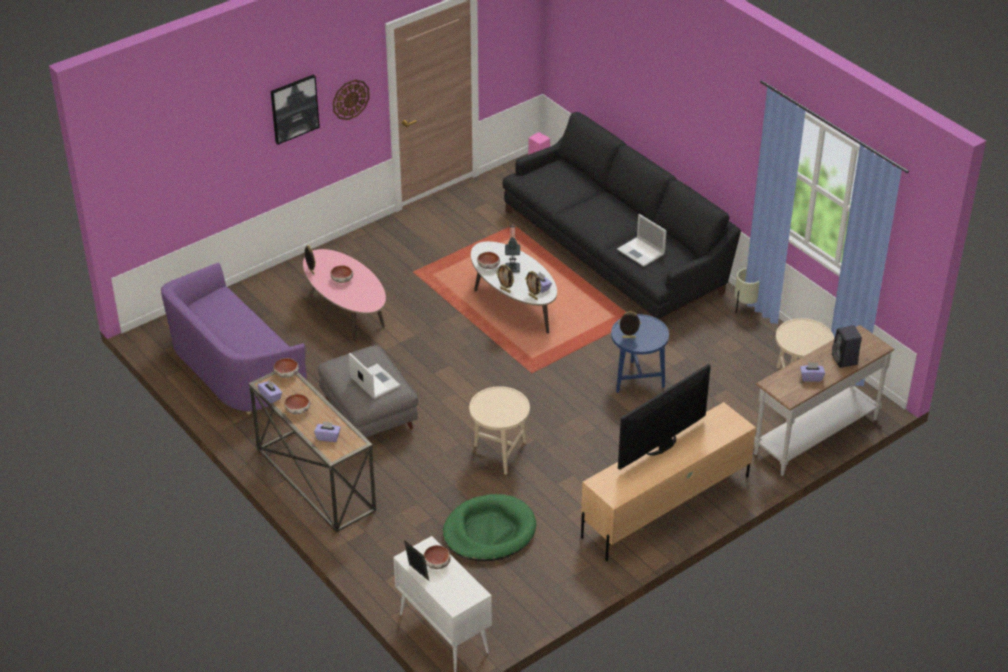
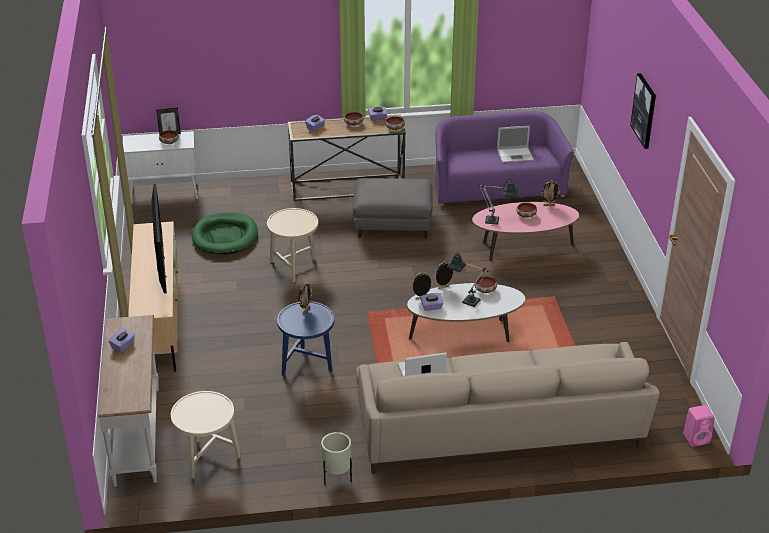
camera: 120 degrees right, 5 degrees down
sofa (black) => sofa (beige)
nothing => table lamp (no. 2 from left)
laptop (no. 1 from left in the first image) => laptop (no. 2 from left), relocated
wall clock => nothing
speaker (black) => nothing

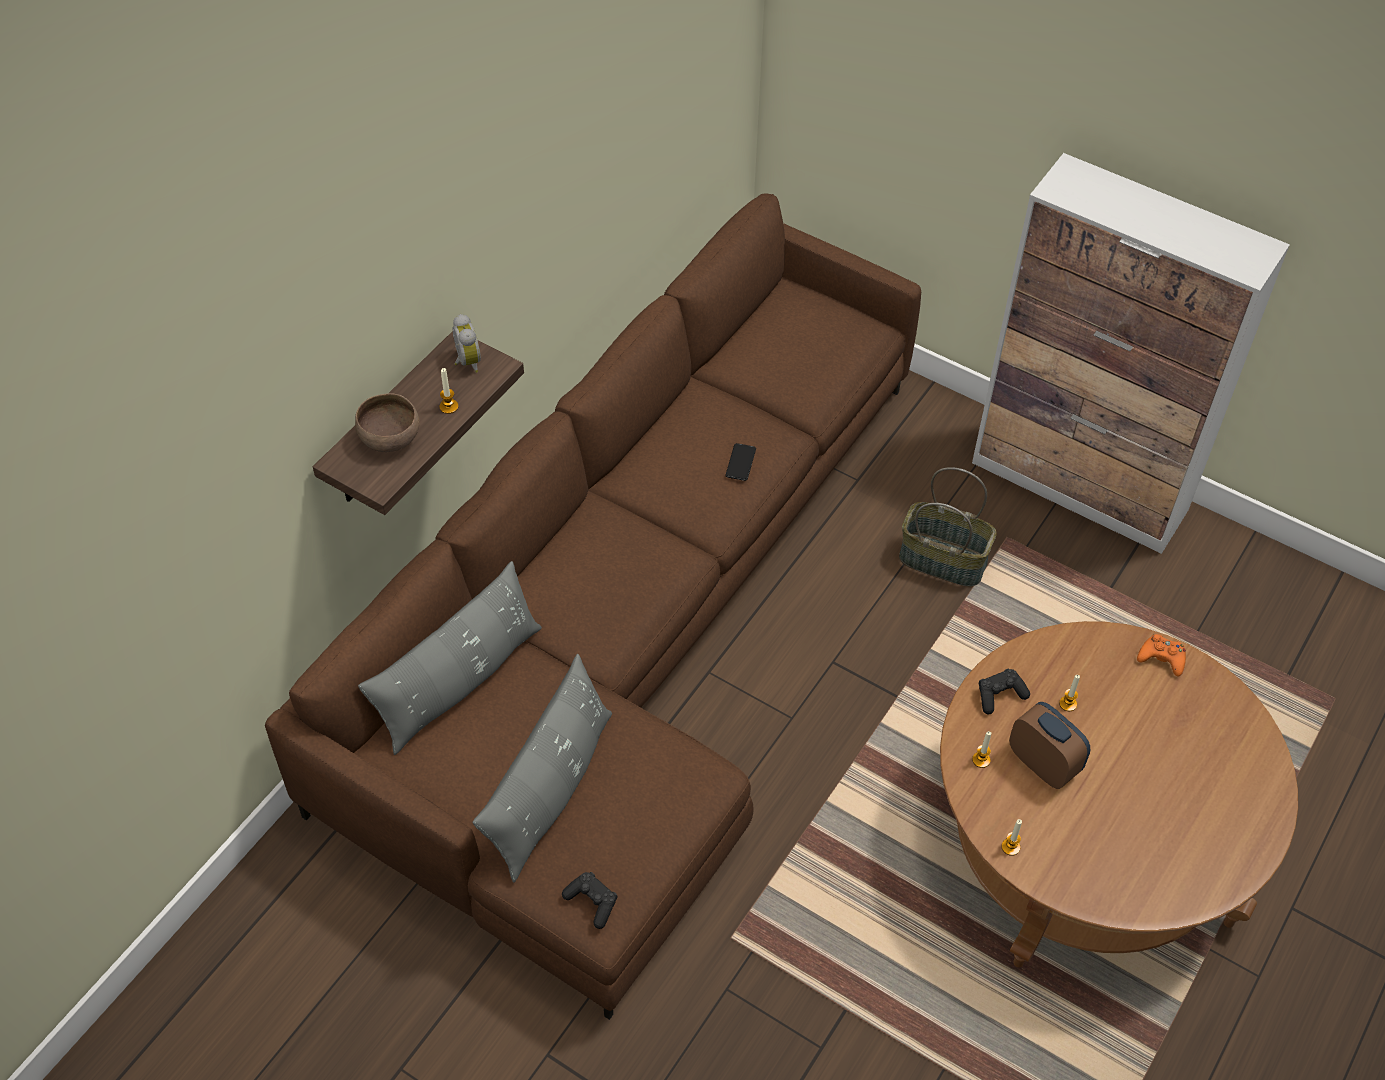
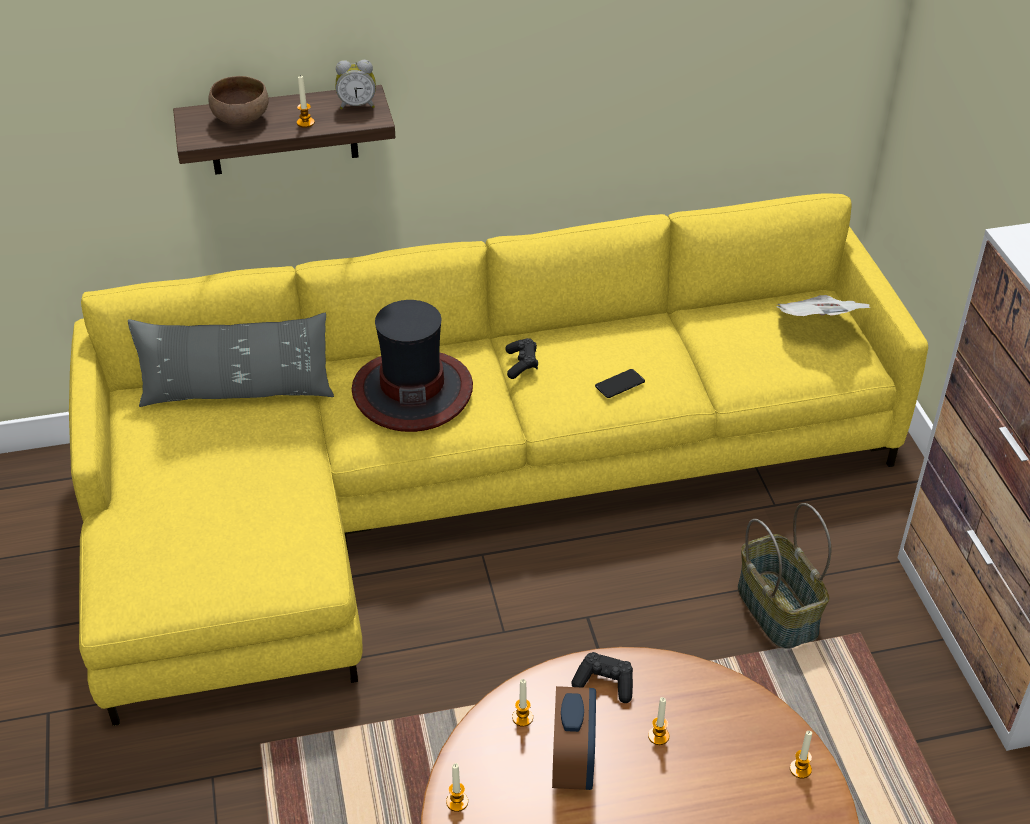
camera: 45 degrees right, 10 degrees down
sofa (brown) => sofa (yellow)
alarm clock (no. 1 from left), 60 degrees clockwise
nothing => hat
game controller (black) (no. 1 from left), relocated
nothing => newspaper
game controller (orange) => candle (no. 5 from left)
pillow (grey) (no. 2 from left) => nothing

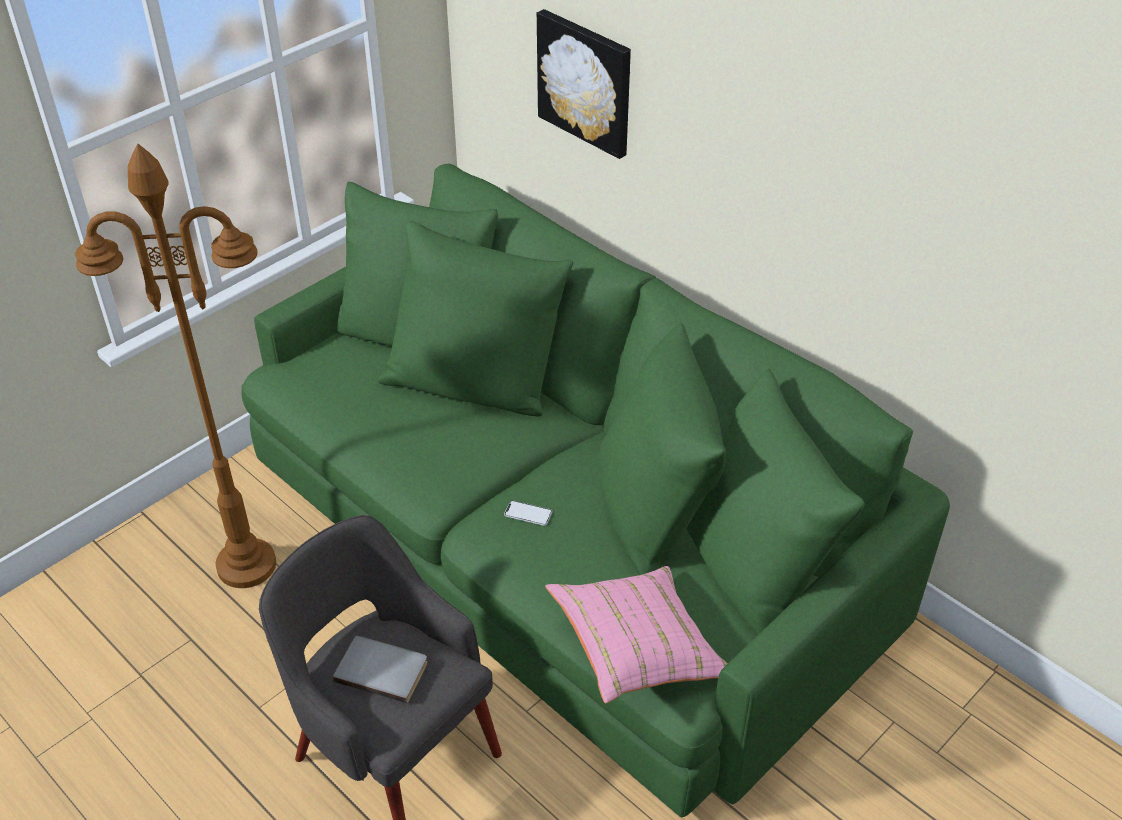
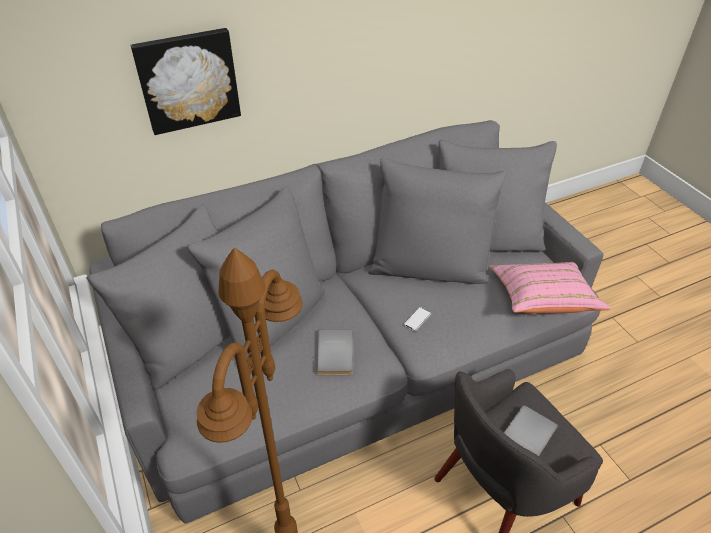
camera: 70 degrees left, 0 degrees up
sofa (green) => sofa (grey)
nothing => book (grey) (no. 1 from left)

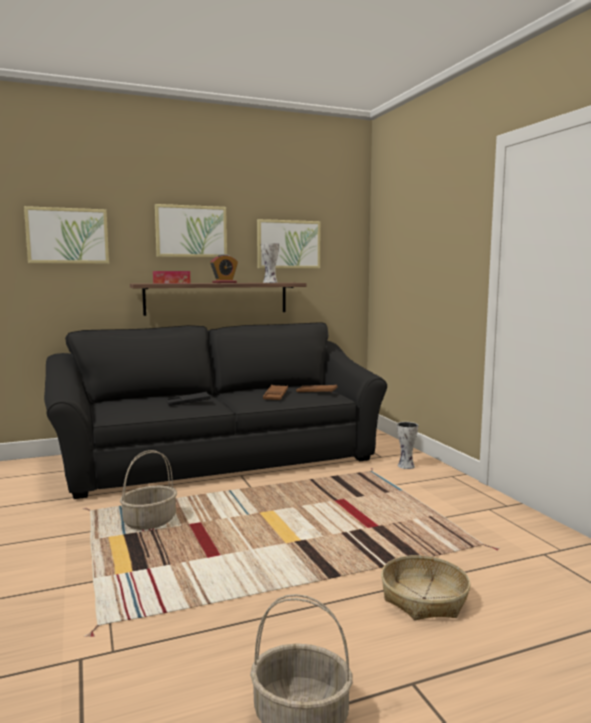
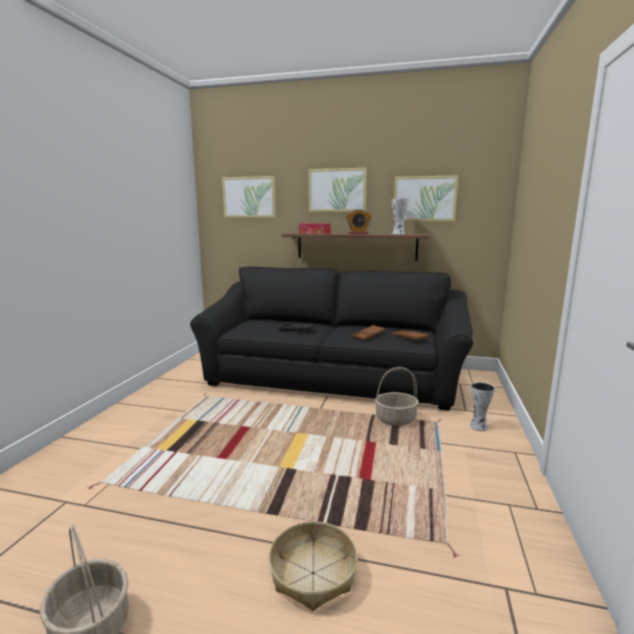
camera: 35 degrees right, 5 degrees up
basket (no. 1 from left in the first image) => basket (no. 3 from left), relocated

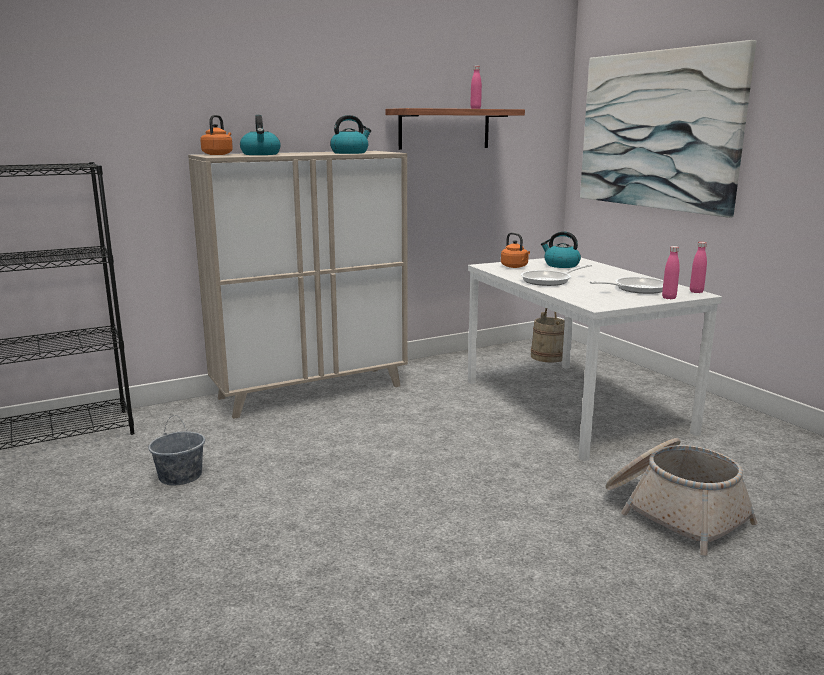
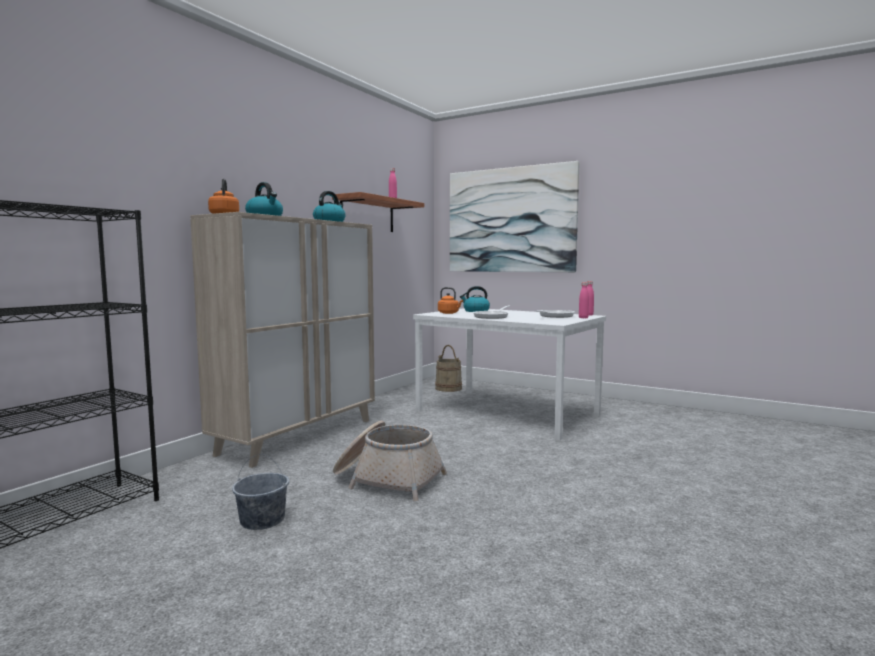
camera: 30 degrees left, 10 degrees down
basket, relocated

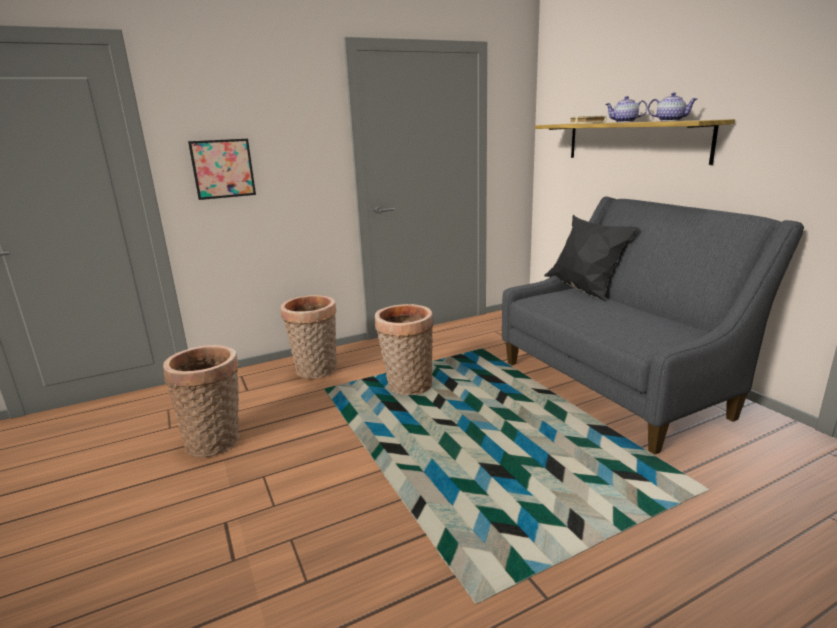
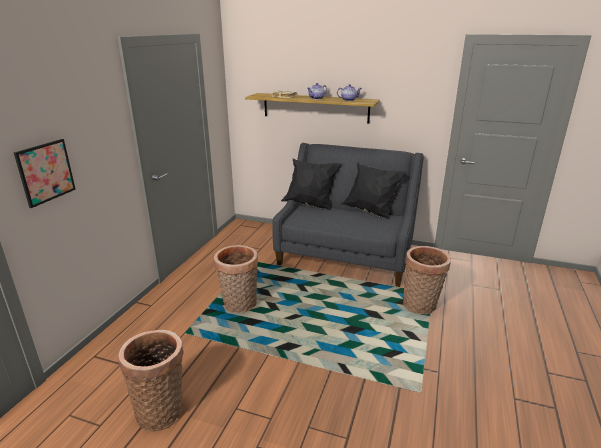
camera: 45 degrees left, 5 degrees up
nothing => pillow (black) (no. 2 from left)
basket (no. 2 from left in the first image) => basket (no. 3 from left), relocated

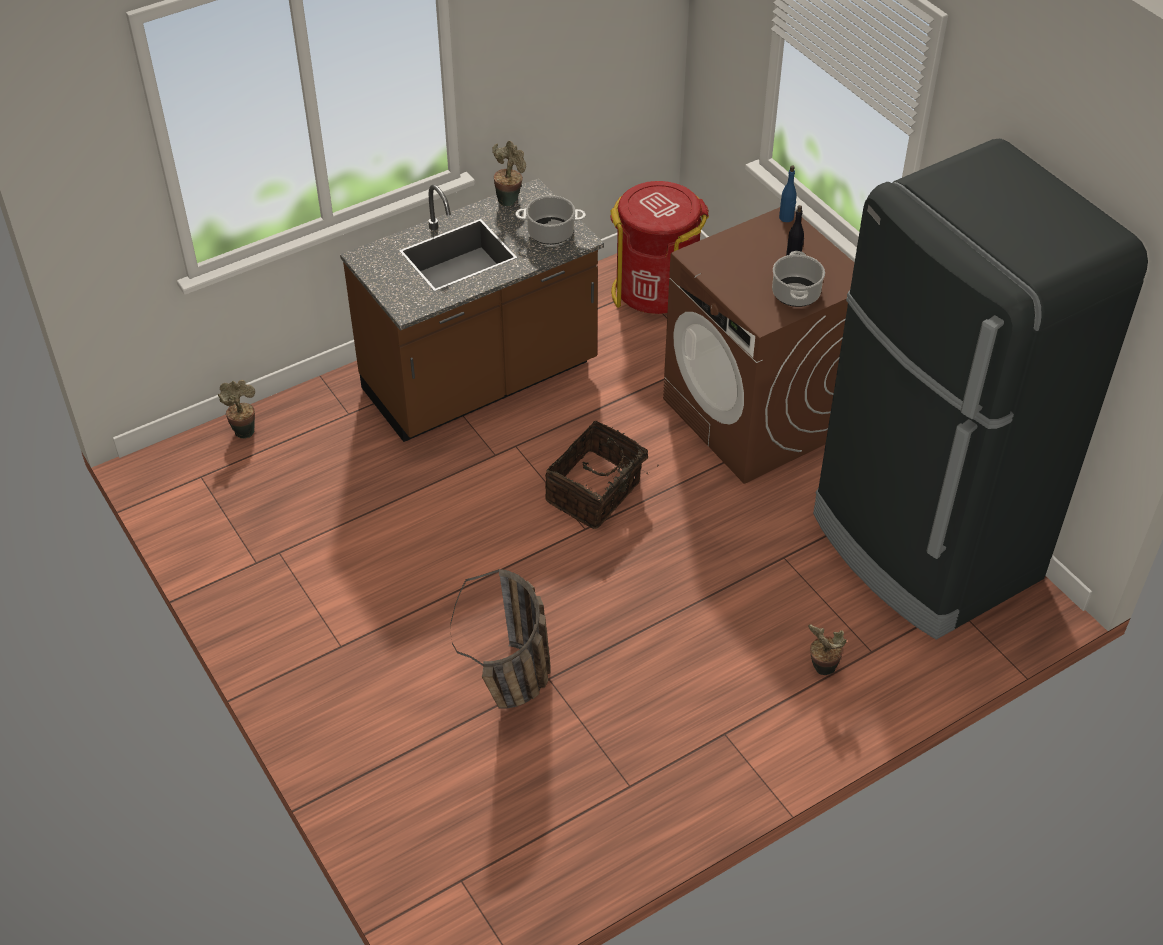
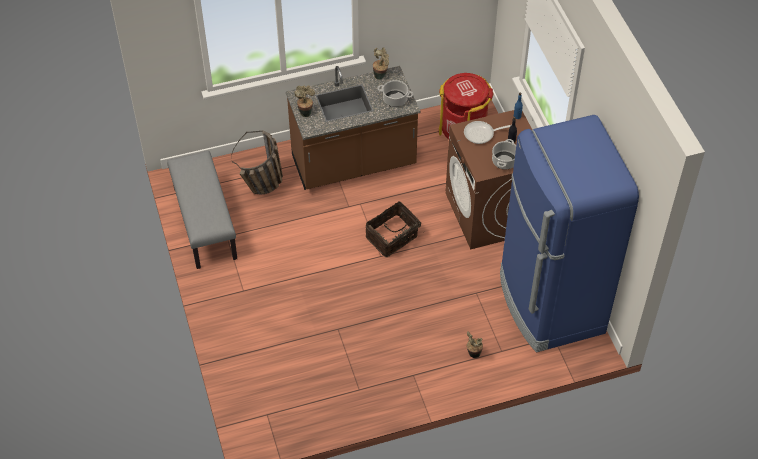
camera: 15 degrees right, 5 degrees up
nothing => bench (grey)
basket (no. 1 from left), relocated
potted plant (no. 1 from left), relocated
nothing => frying pan
fridge (black) => fridge (blue)

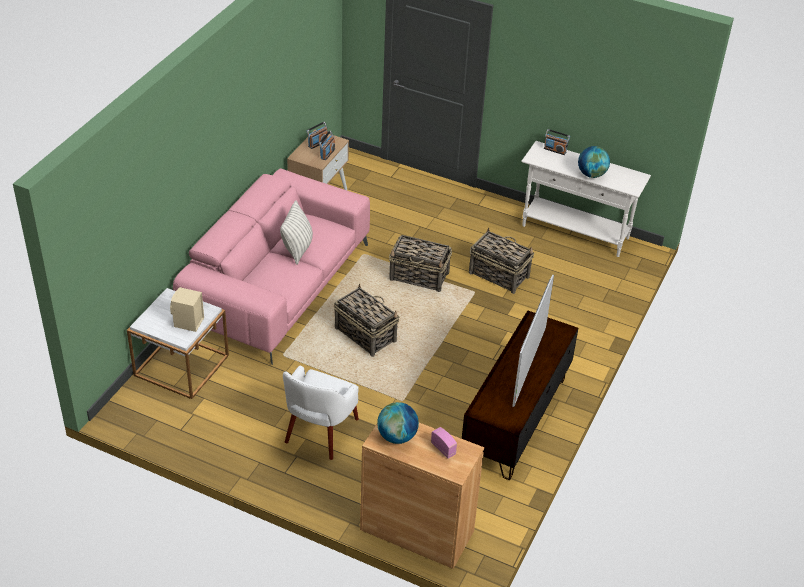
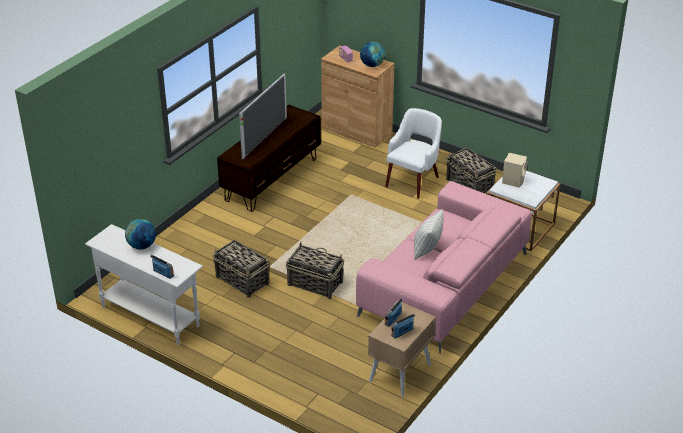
camera: 170 degrees left, 5 degrees down
basket (no. 1 from left in the first image) => basket (no. 3 from left), relocated

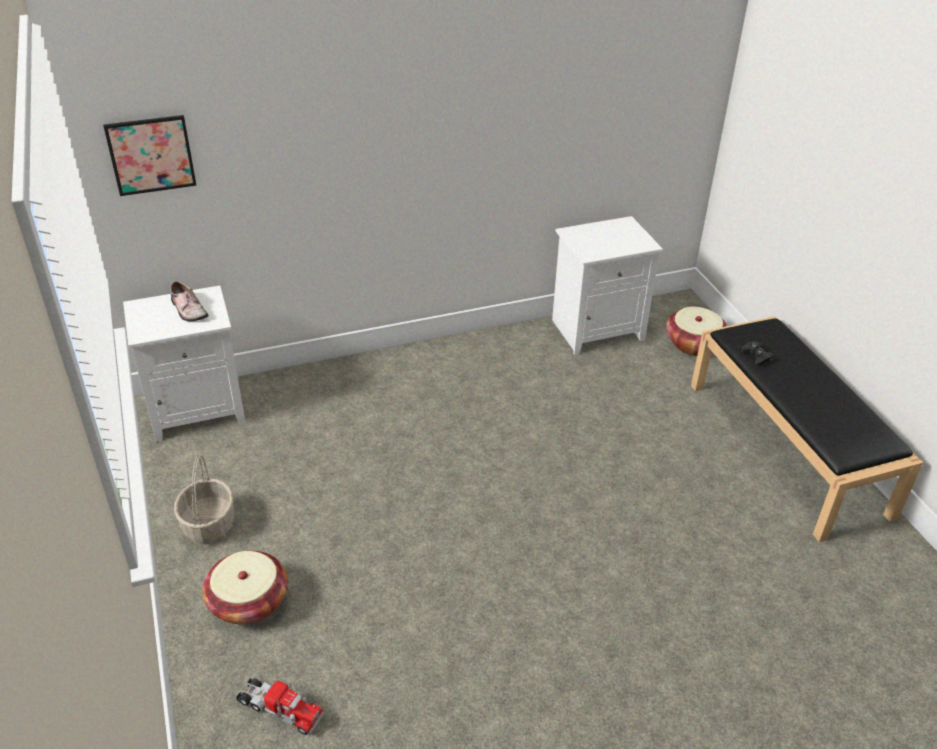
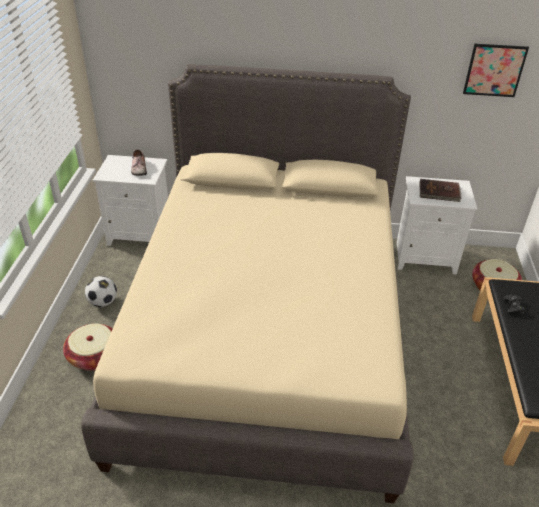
camera: 25 degrees right, 0 degrees up
nothing => bed (beige)
basket (no. 1 from left) => football
nothing => book (brown)
picture, relocated
toy truck => nothing

